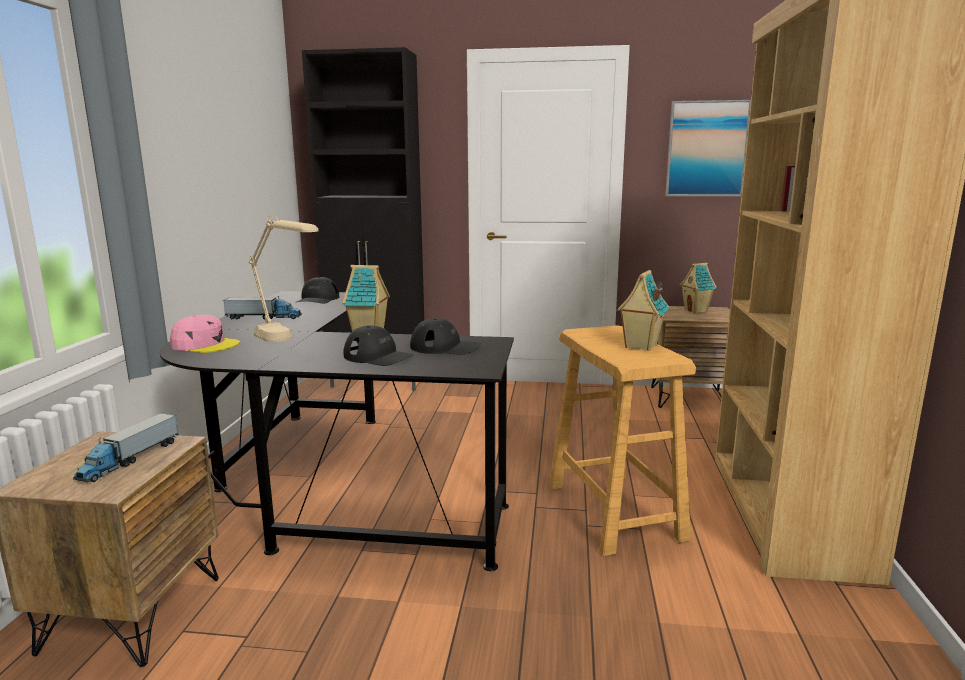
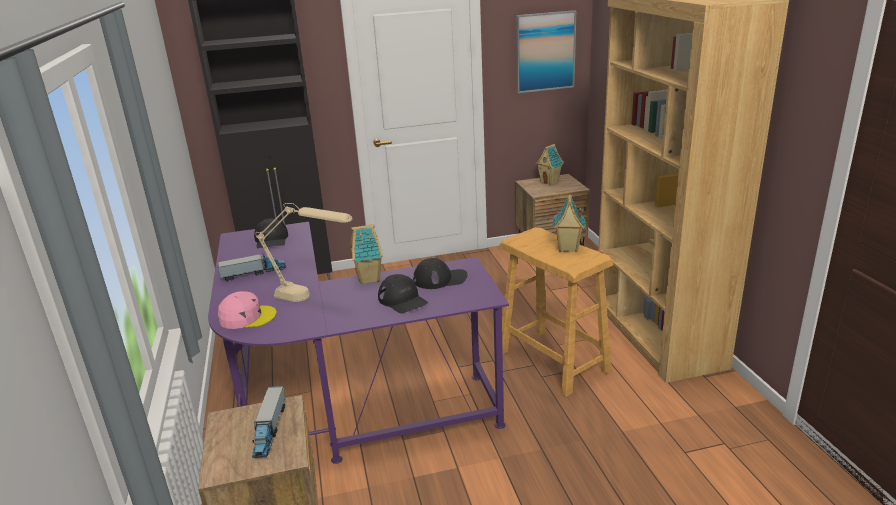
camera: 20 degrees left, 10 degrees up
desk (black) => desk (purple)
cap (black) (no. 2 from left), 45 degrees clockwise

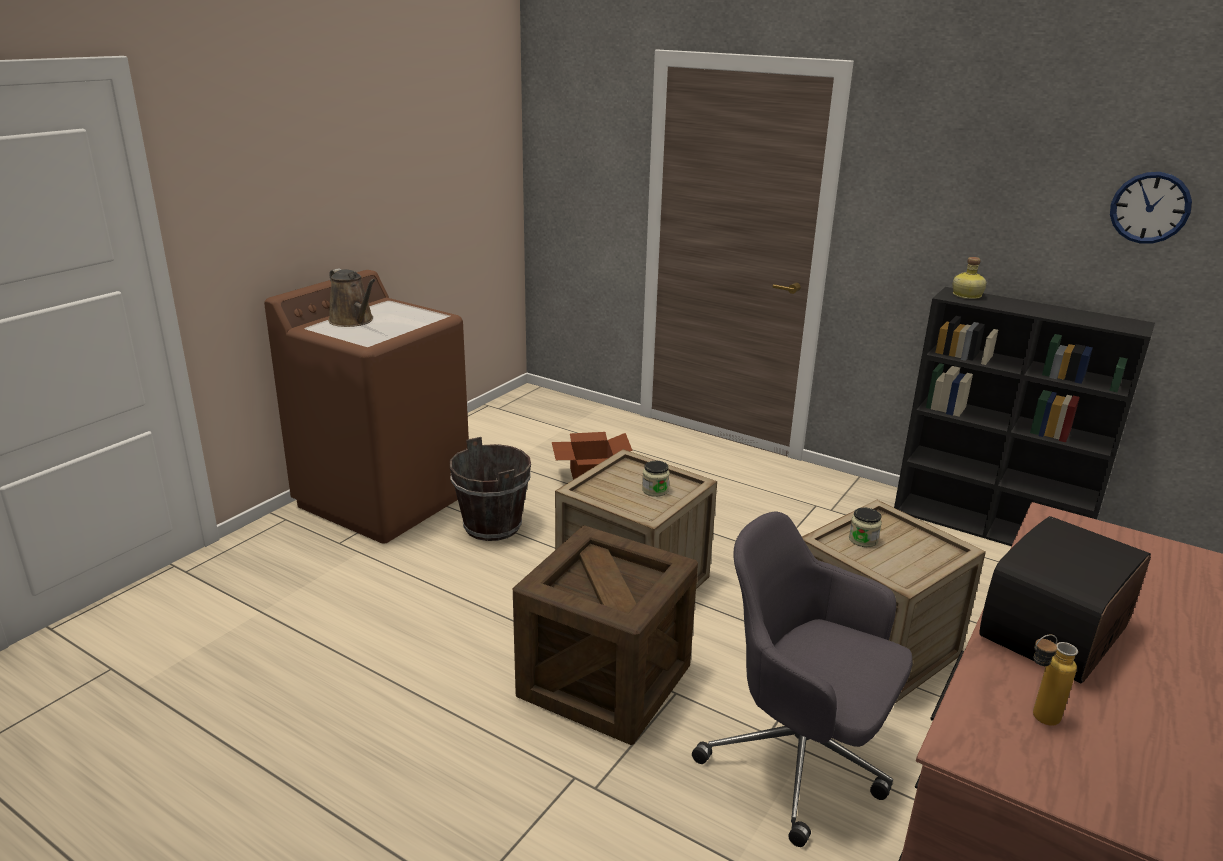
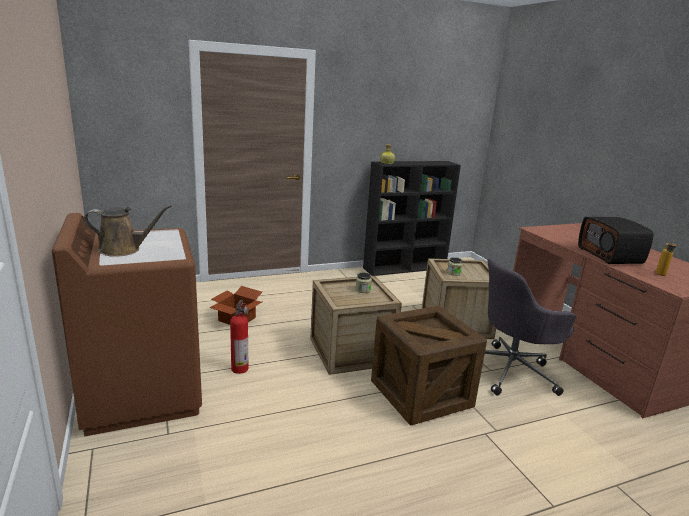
camera: 55 degrees left, 5 degrees down
bucket (brown) => fire extinguisher
wall clock => nothing

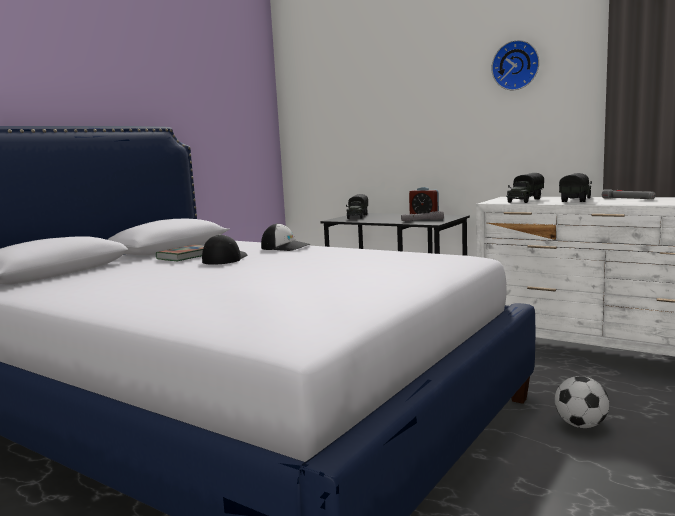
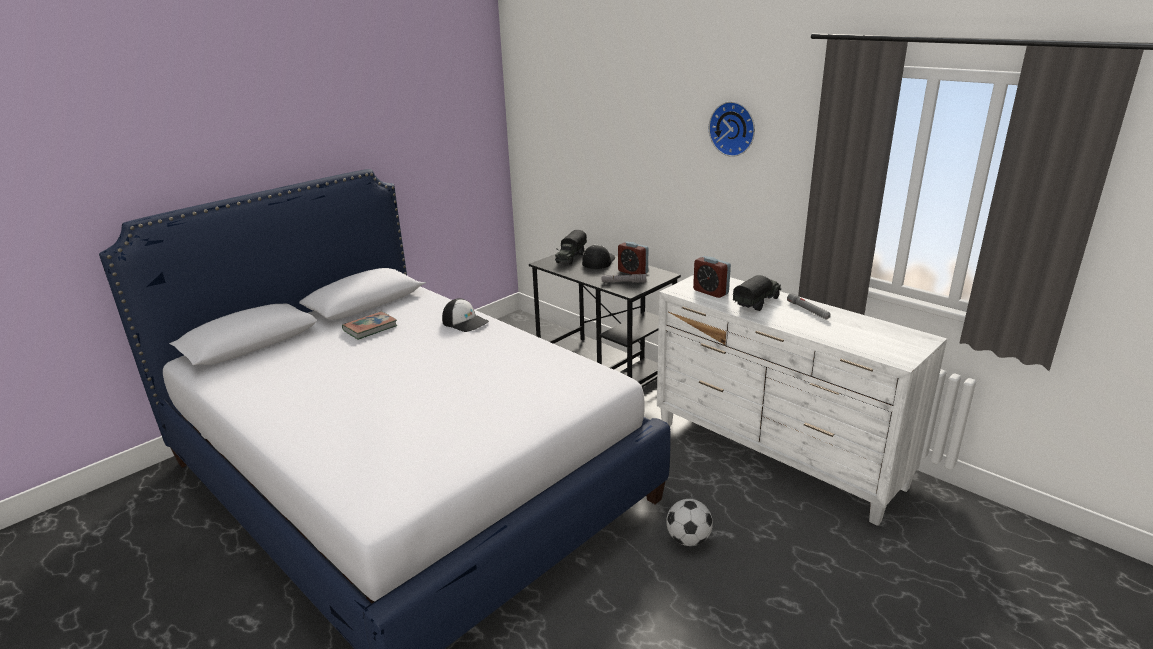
camera: 10 degrees right, 15 degrees up
cap (no. 1 from left in the first image) => cap (no. 2 from left), relocated
toy truck (no. 2 from left) => alarm clock (no. 2 from left)

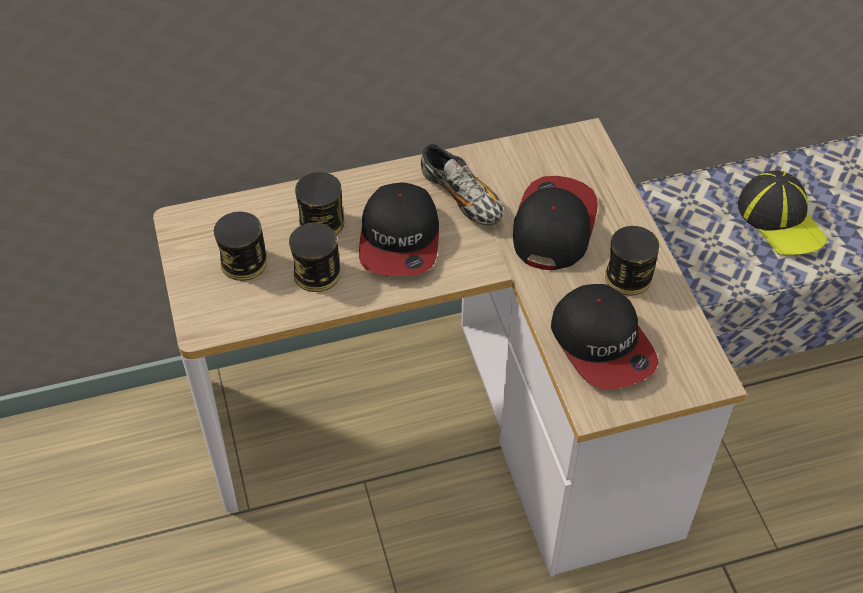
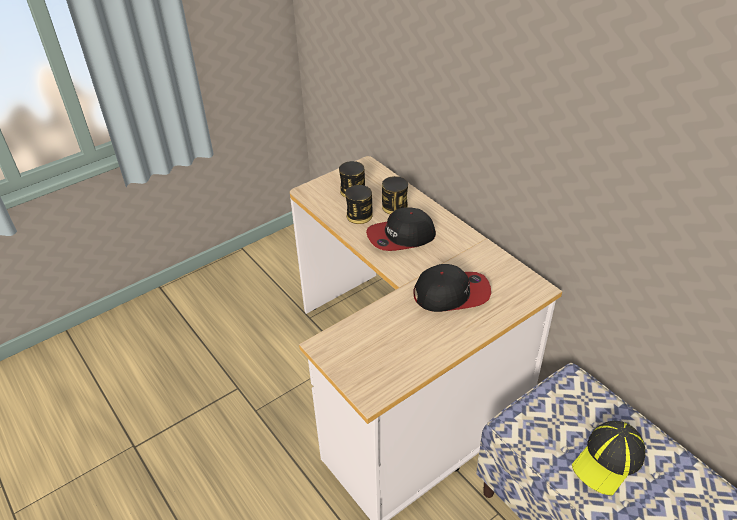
camera: 70 degrees right, 10 degrees down
shoe => nothing
cap (no. 3 from left) => nothing
can (no. 4 from left) => nothing

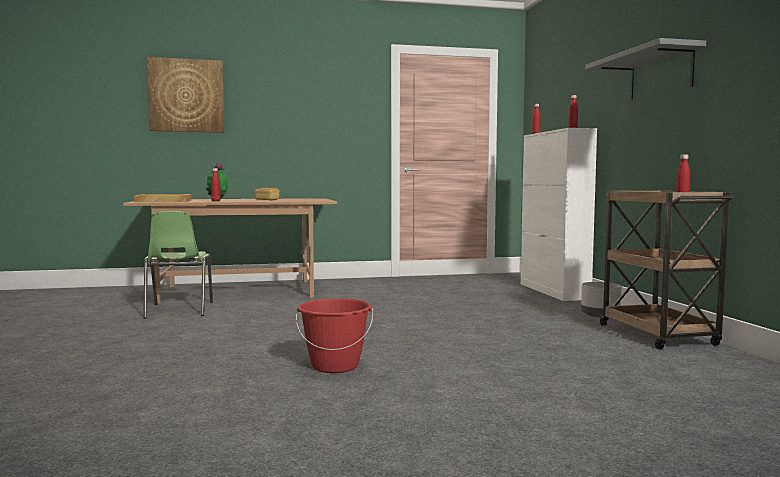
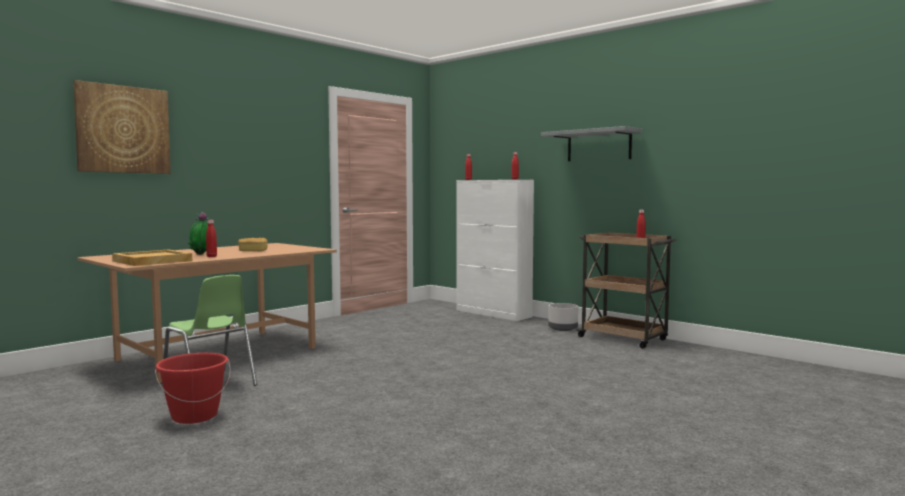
camera: 35 degrees left, 0 degrees up
bucket (red), relocated

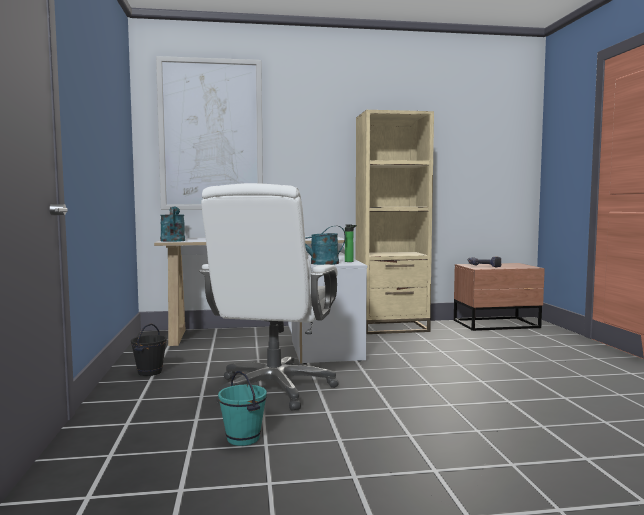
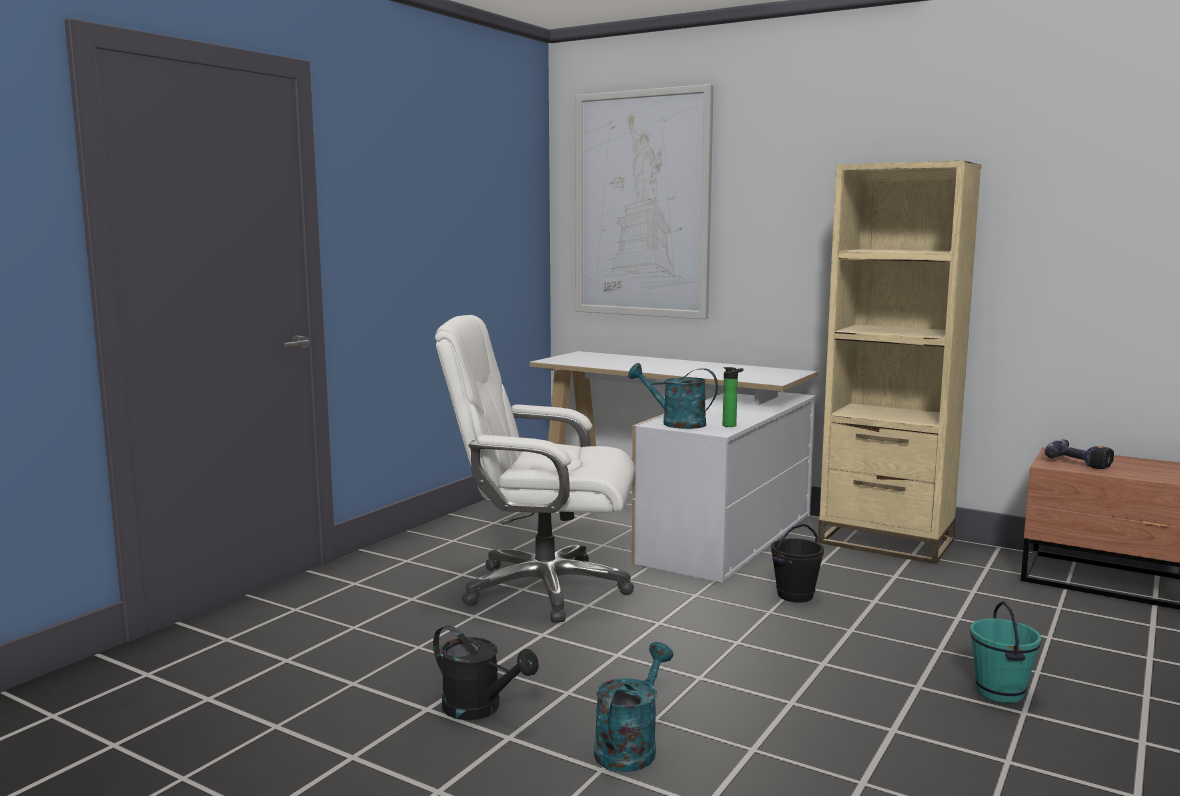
camera: 40 degrees right, 5 degrees up
nothing => watering can (black)
office chair (white), 45 degrees clockwise
watering can (turquoise) (no. 1 from left), relocated
bucket (black), relocated
bucket (turquoise), relocated

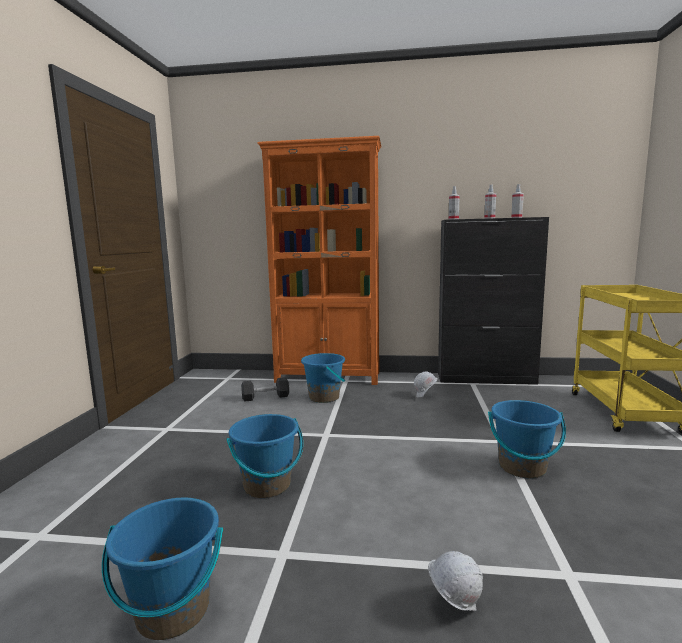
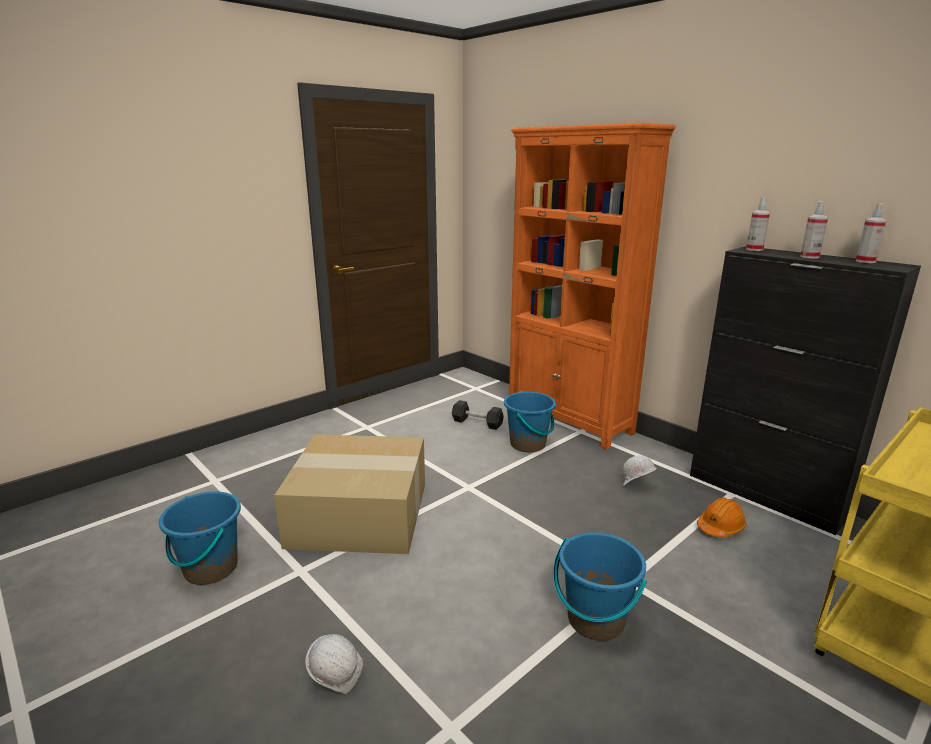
camera: 40 degrees right, 10 degrees up
bucket (blue) (no. 2 from left) => cardboard box
nothing => hard hat (orange)

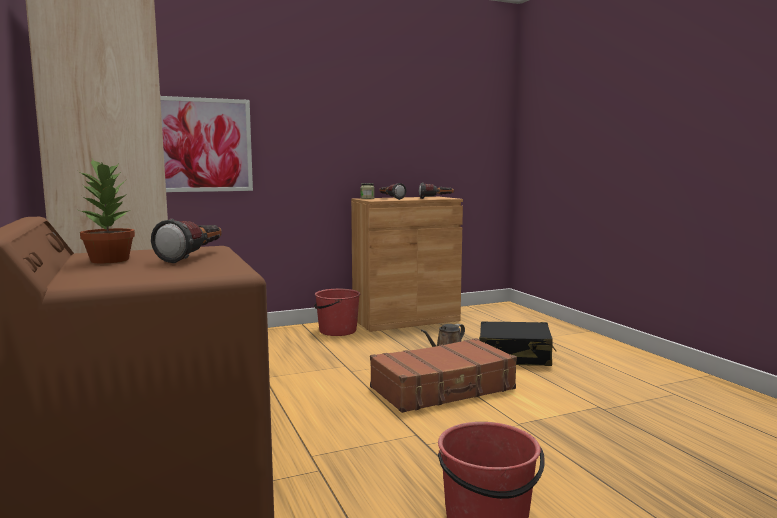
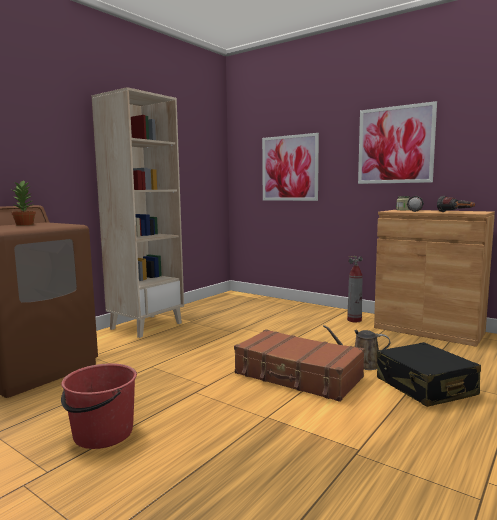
camera: 60 degrees right, 0 degrees up
bucket (red) (no. 1 from left) => fire extinguisher
nothing => picture (no. 2 from left)
flashlight (no. 1 from left) => nothing

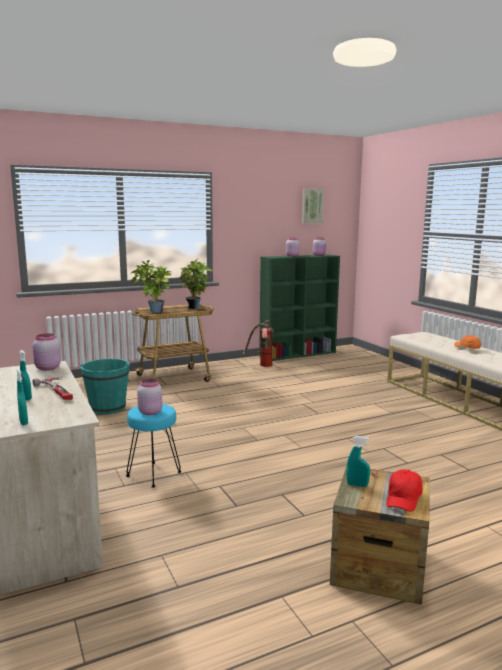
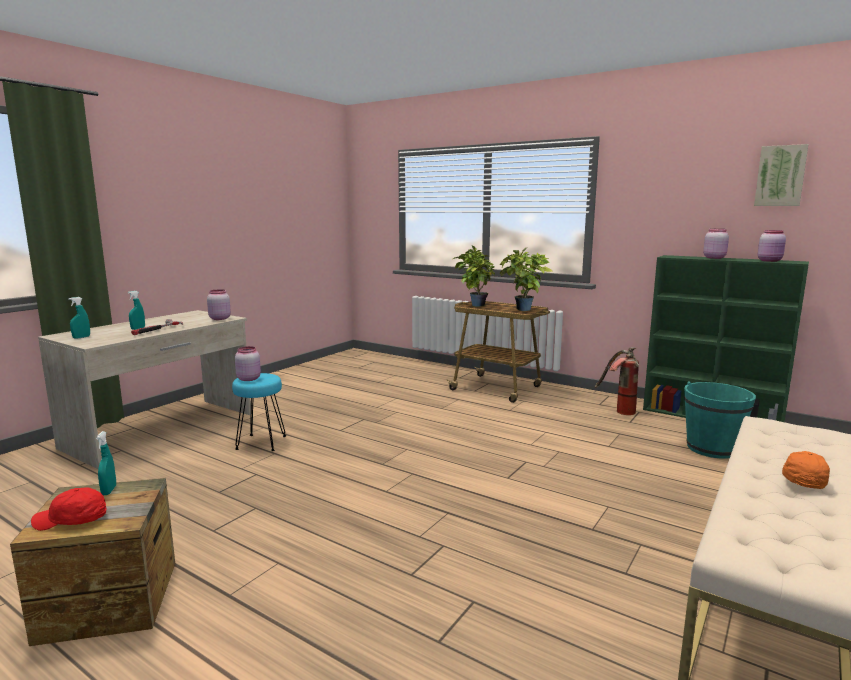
camera: 60 degrees right, 0 degrees up
bucket (turquoise), relocated

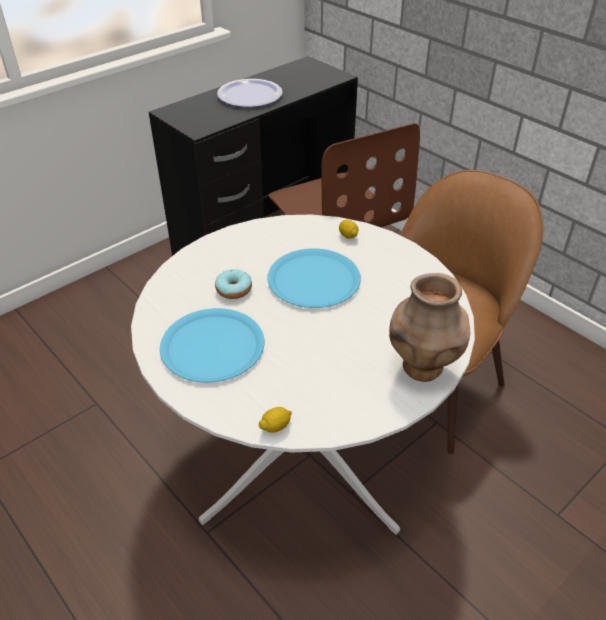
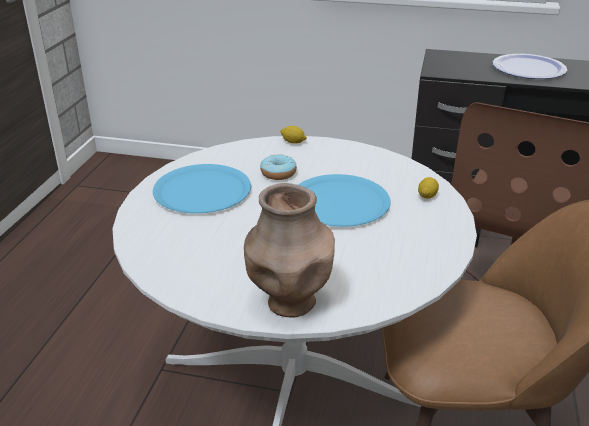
camera: 55 degrees right, 10 degrees down
lemon (no. 1 from left), relocated

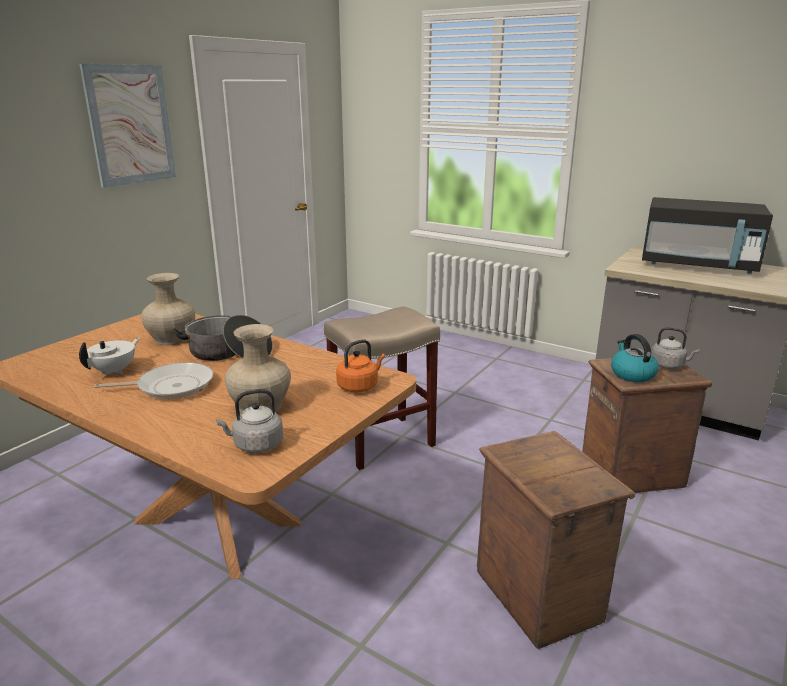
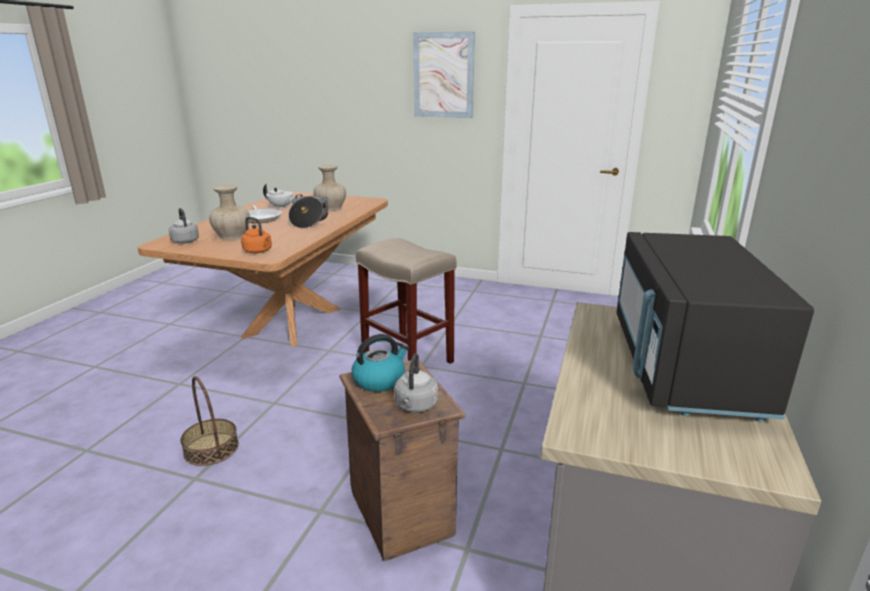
camera: 75 degrees right, 0 degrees up
crate (no. 1 from left) => basket

